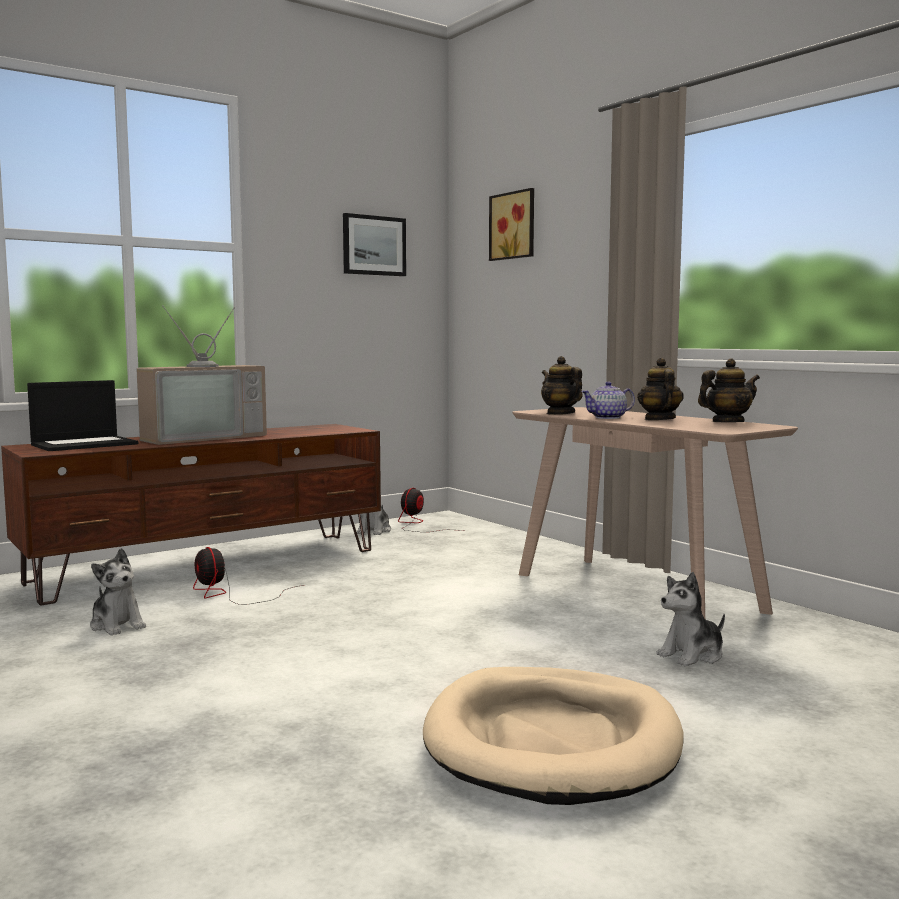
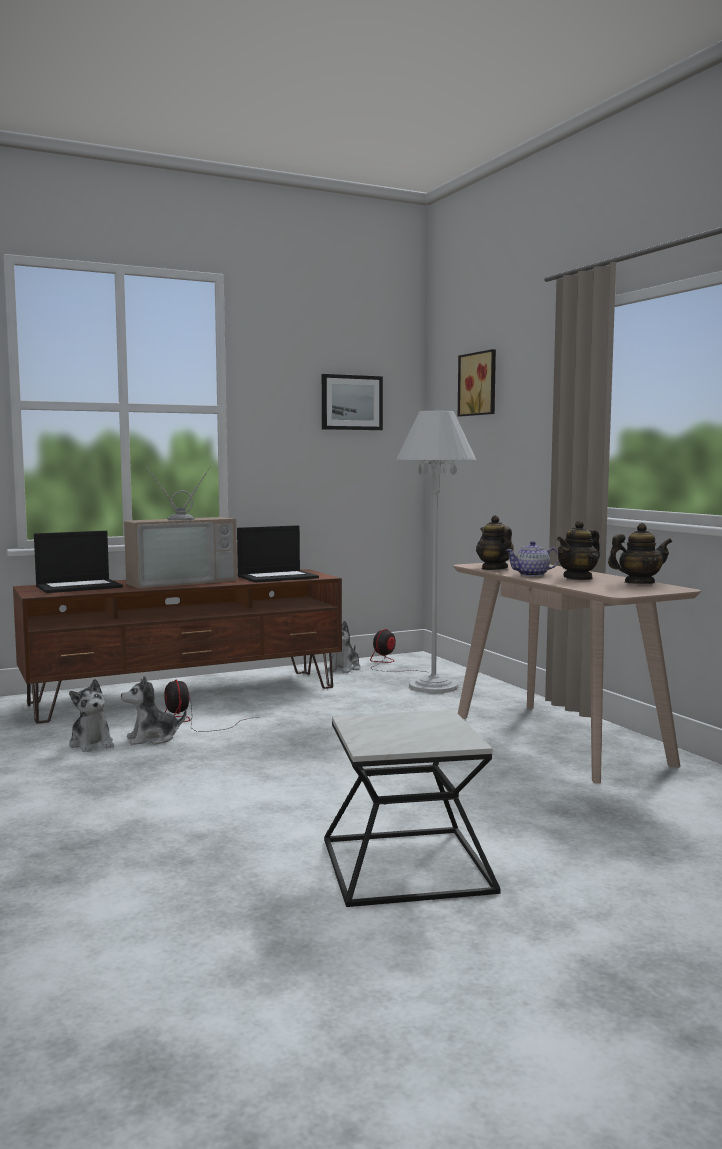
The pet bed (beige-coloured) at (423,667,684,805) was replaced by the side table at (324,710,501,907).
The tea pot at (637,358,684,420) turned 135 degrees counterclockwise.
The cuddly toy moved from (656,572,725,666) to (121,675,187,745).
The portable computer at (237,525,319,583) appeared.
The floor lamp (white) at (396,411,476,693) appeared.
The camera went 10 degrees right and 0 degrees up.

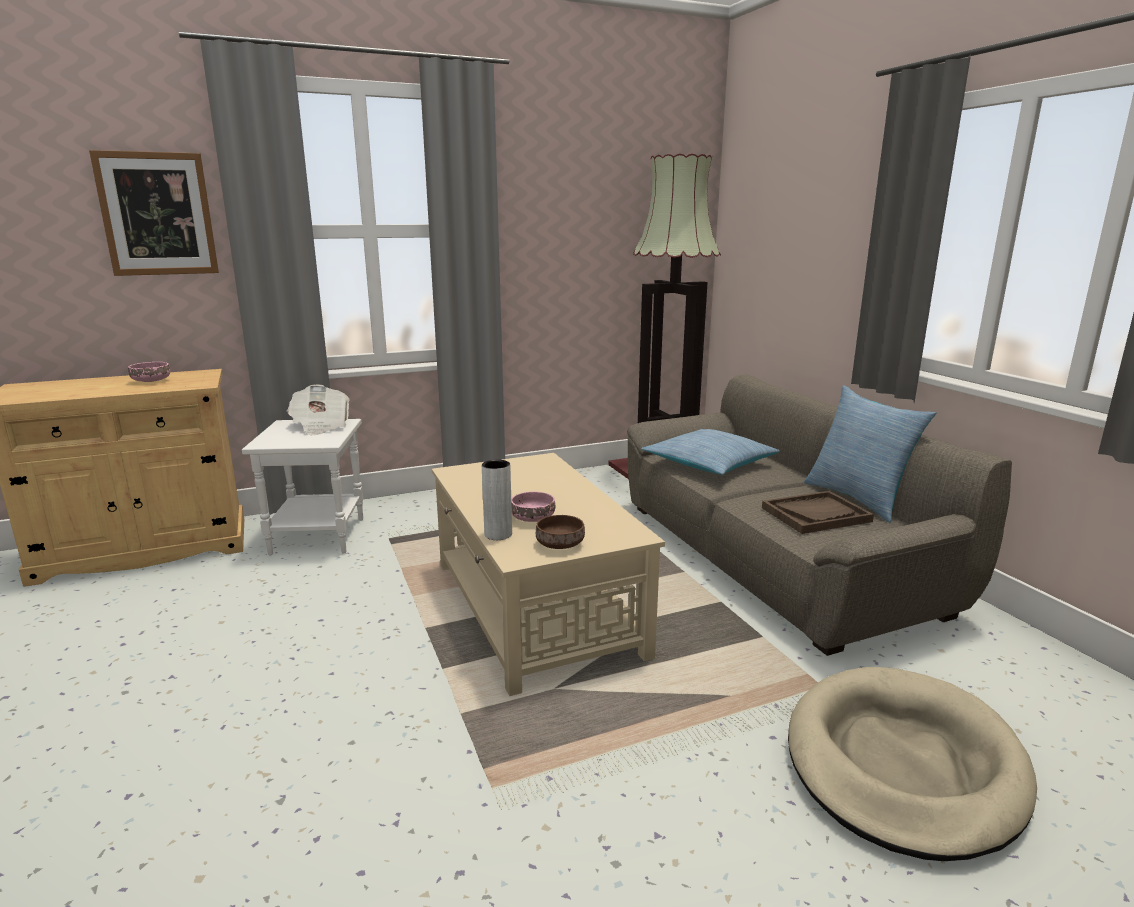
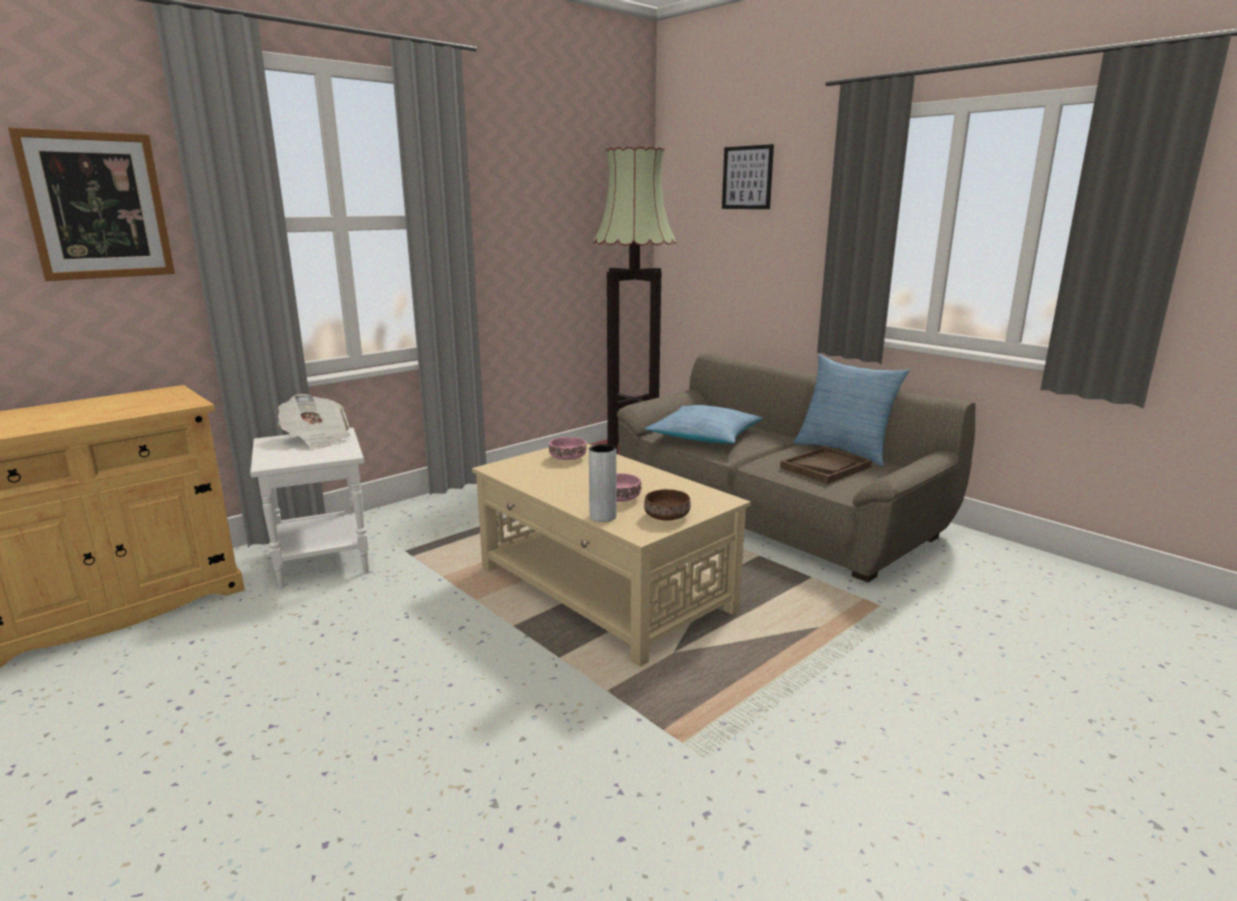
The deep dish (pink-coloured) moved from (128,362,170,382) to (549,437,587,460).
The pet bed (beige-coloured) at (788,667,1037,861) disappeared.
The wall art at (722,144,774,209) appeared.
The camera went 20 degrees left and 0 degrees up.

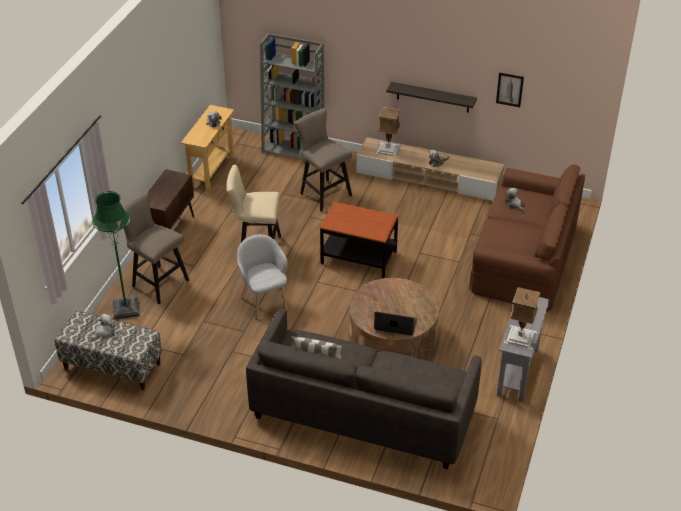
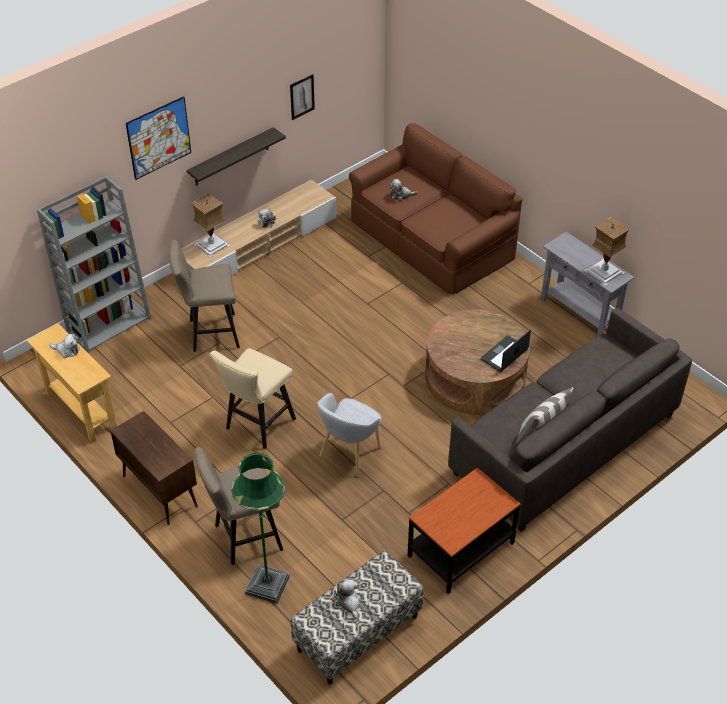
The lounge chair (grey) at (237,234,288,319) turned 60 degrees counterclockwise.
The side table moved from (320,202,399,278) to (408,468,521,594).
The wall art at (126,96,191,180) appeared.
The camera went 60 degrees left and 5 degrees up.

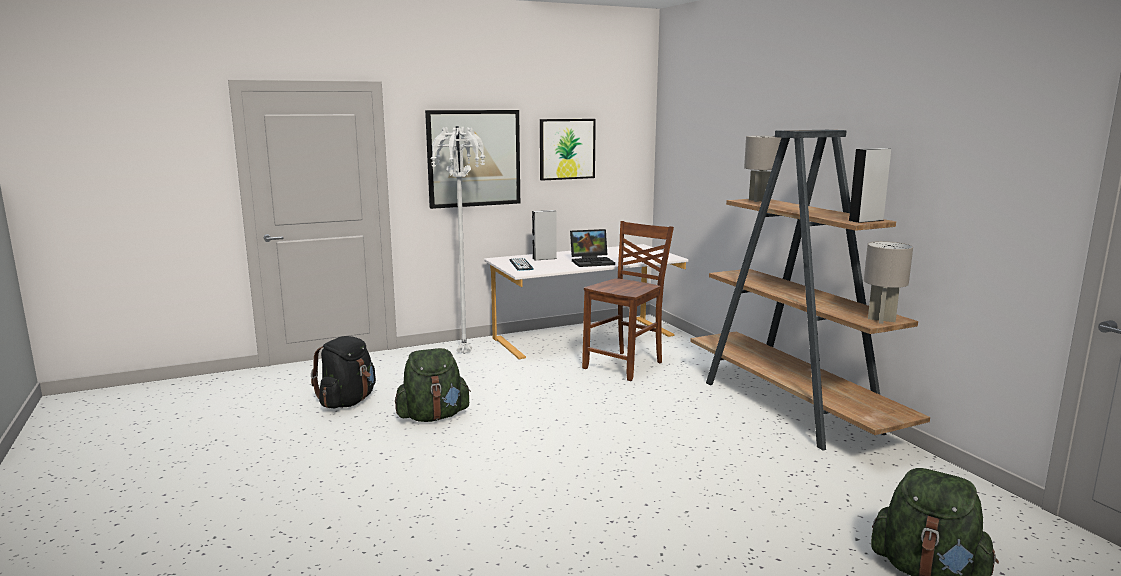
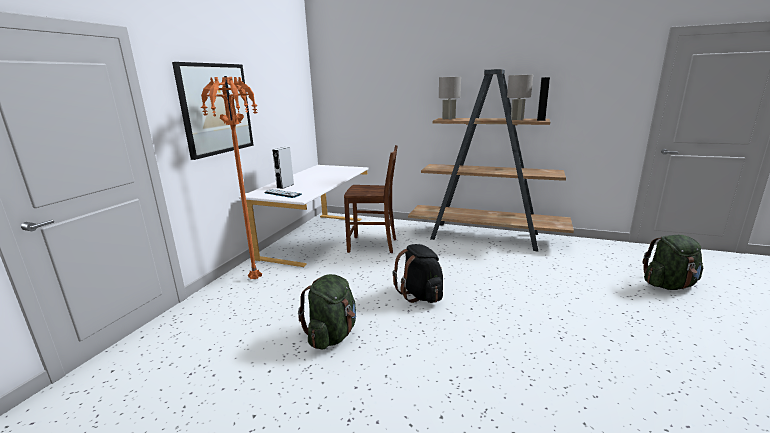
The backpack (black-coloured) moved from (311,336,376,408) to (392,244,443,303).
The floor lamp (white) at (431,126,486,354) became the floor lamp (orange-coloured) at (201,76,262,279).
The wall art at (540,119,596,181) disappeared.
The portable computer at (570,229,615,267) disappeared.
The upright chair (brown-coloured) at (582,221,674,381) turned 105 degrees clockwise.
The tabletop lamp (grey) moved from (864,241,913,324) to (507,75,533,120).
The camera went 45 degrees left and 5 degrees up.

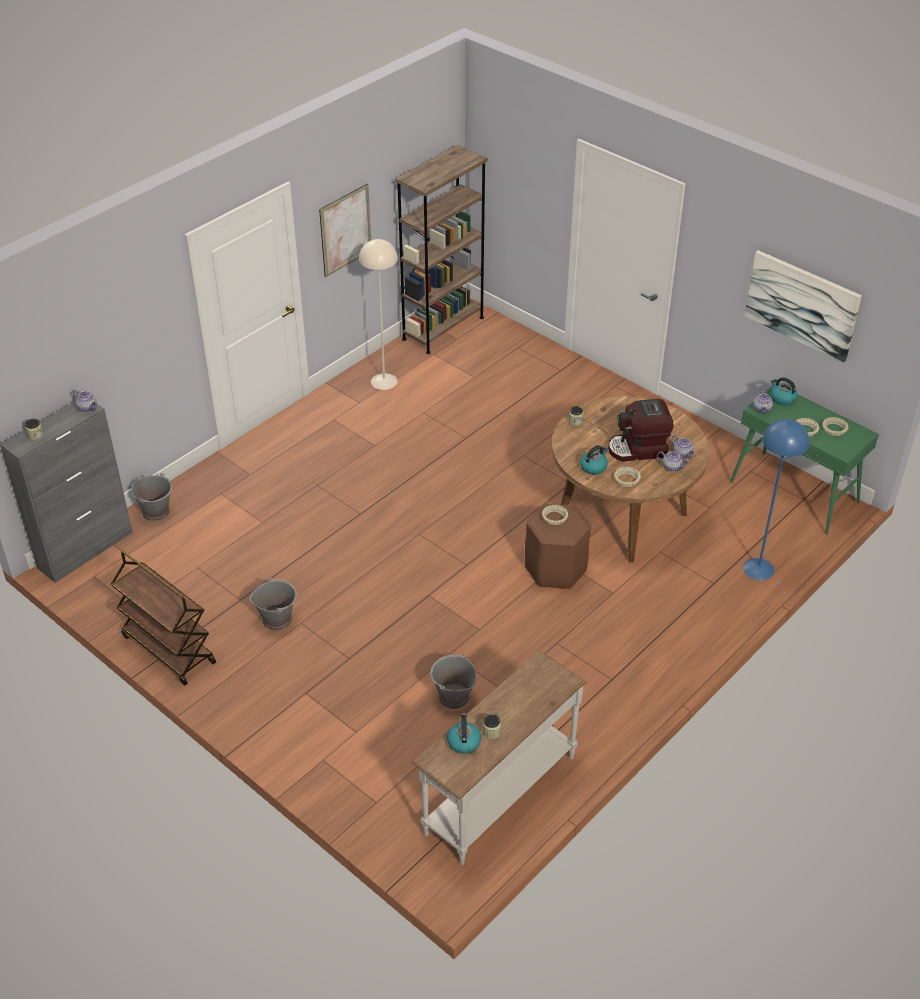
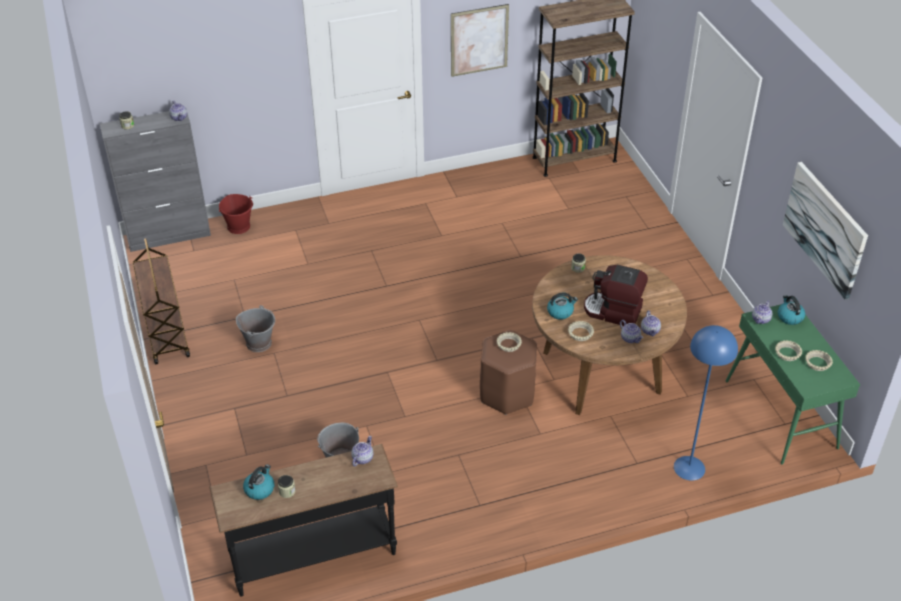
The bucket (grey) at (132,473,172,522) became the bucket (reddish) at (219,194,253,234).
The floor lamp (beige-coloured) at (359,239,398,390) disappeared.
The narrow table (white) at (412,650,586,865) became the narrow table (black-coloured) at (209,444,398,596).
The tea pot at (351,436,374,466) appeared.
The camera went 30 degrees right and 0 degrees up.

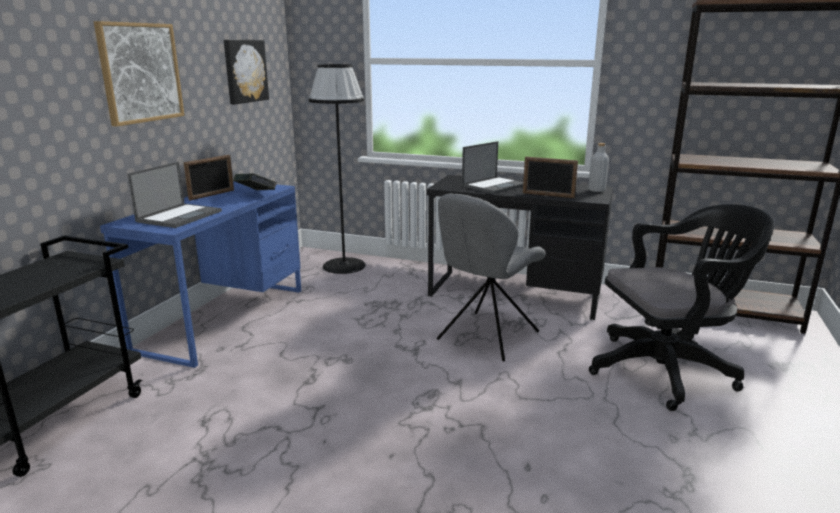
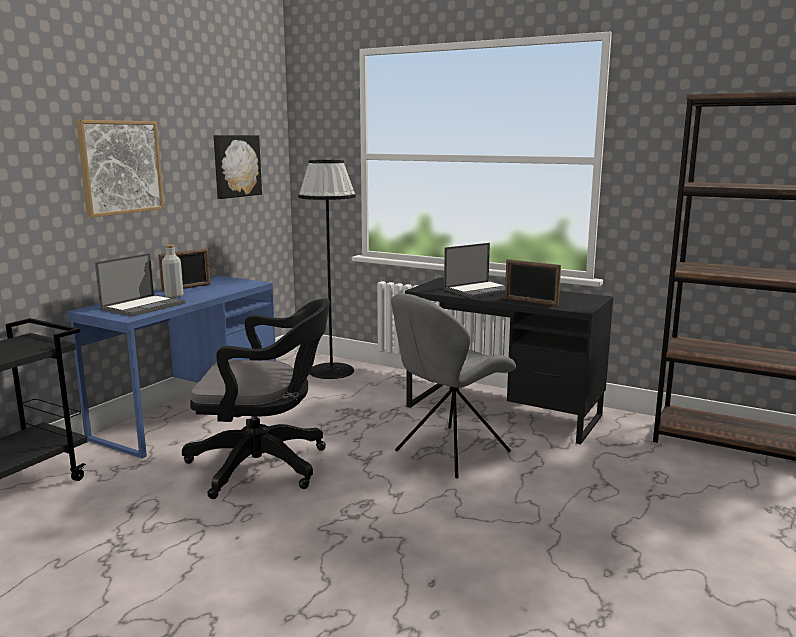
The book at (233,173,277,190) disappeared.
The bottle (grey) moved from (588,143,609,192) to (162,245,184,298).
The desk chair (black-coloured) moved from (589,204,775,411) to (182,298,330,499).
The camera went 10 degrees right and 5 degrees down.

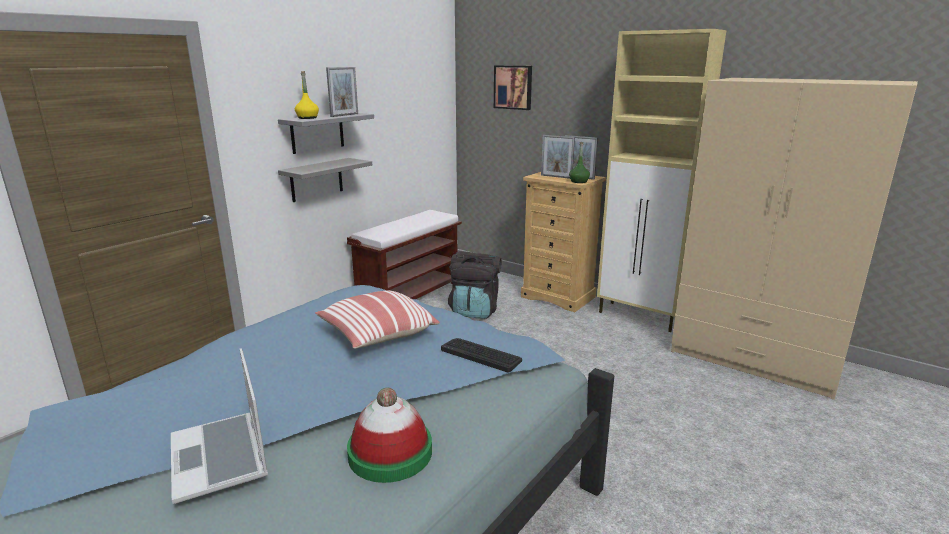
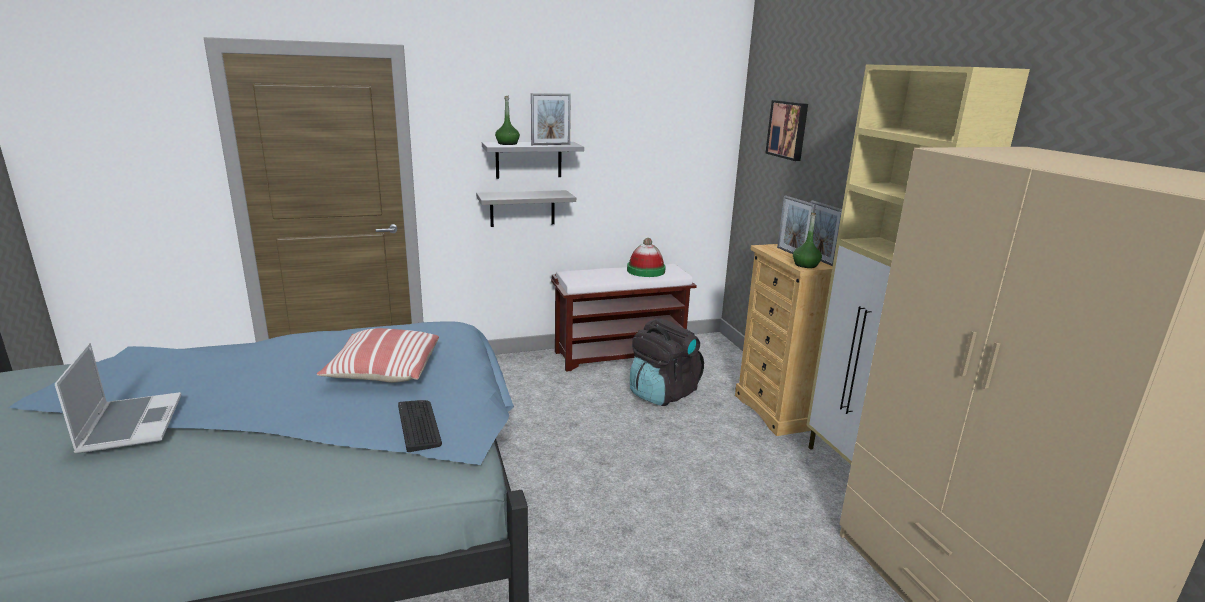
The portable computer at (171,348,268,504) turned 150 degrees clockwise.
The bottle (yellow) at (295,71,319,119) became the bottle (greenish) at (495,96,520,145).
The clothing hat moved from (347,388,432,483) to (627,238,666,277).
The camera went 35 degrees right and 0 degrees up.

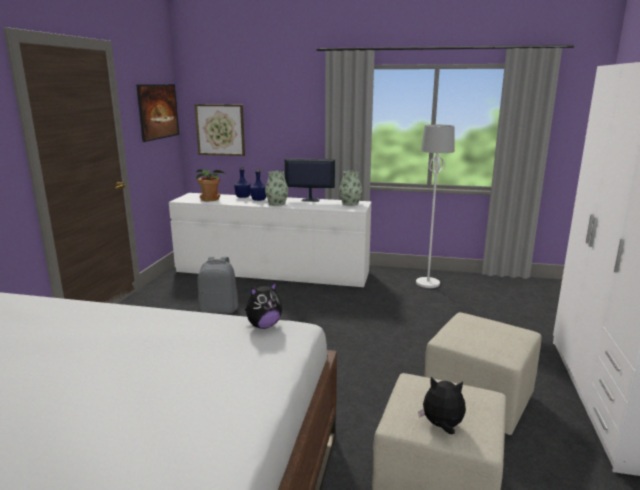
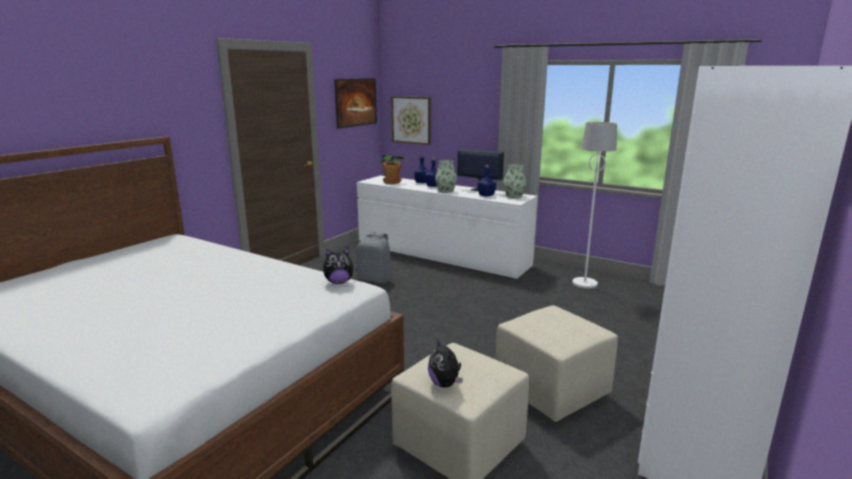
The cuddly toy at (418,377,466,434) turned 150 degrees counterclockwise.
The bottle (bluish) at (478,165,496,196) appeared.
The camera went 20 degrees right and 0 degrees up.

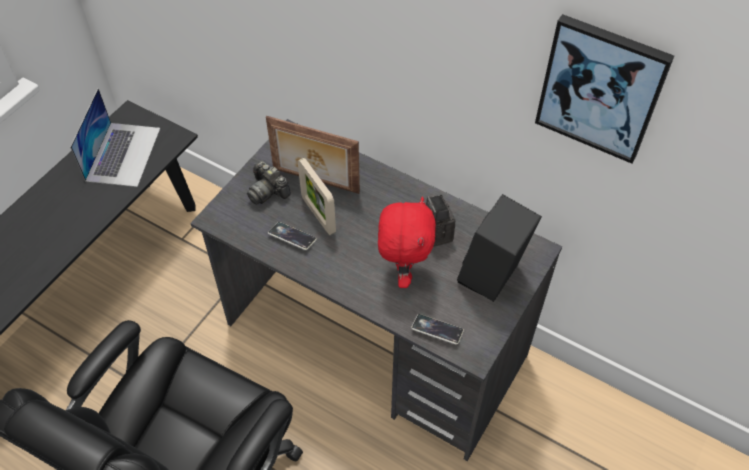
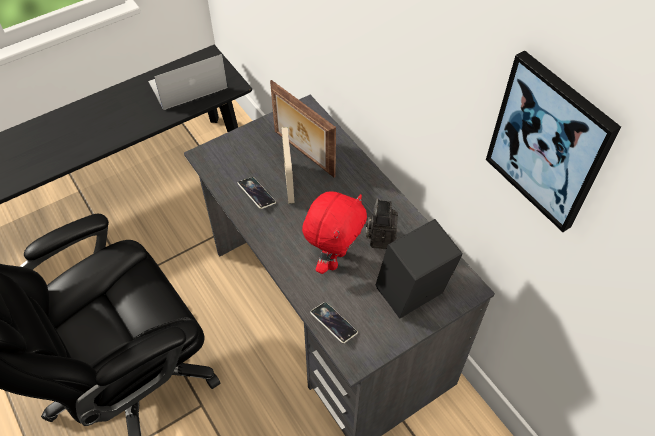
The portable computer at (70,88,160,187) turned 150 degrees counterclockwise.
The still camera at (247,160,291,205) disappeared.
The camera went 25 degrees right and 0 degrees up.

